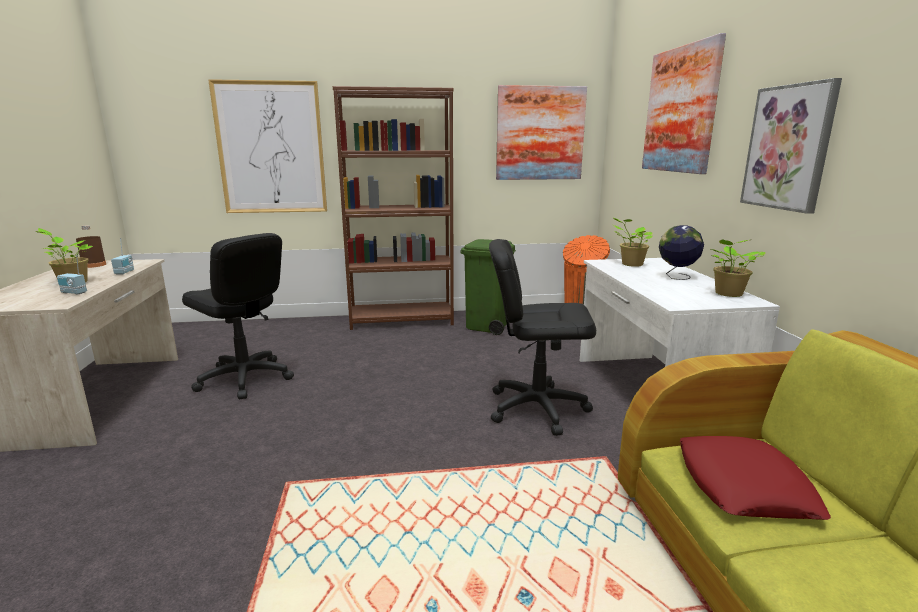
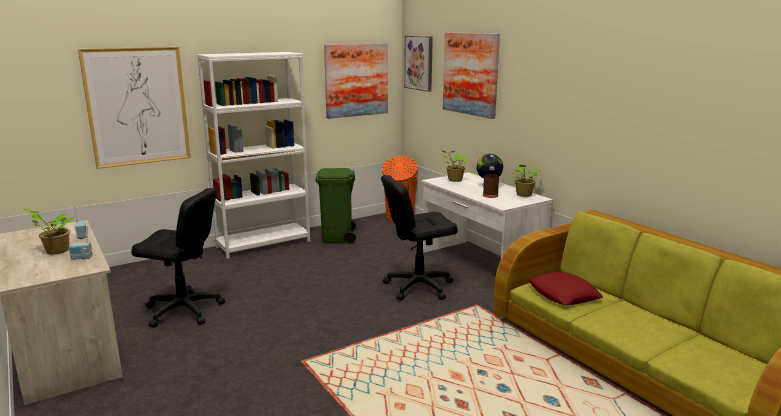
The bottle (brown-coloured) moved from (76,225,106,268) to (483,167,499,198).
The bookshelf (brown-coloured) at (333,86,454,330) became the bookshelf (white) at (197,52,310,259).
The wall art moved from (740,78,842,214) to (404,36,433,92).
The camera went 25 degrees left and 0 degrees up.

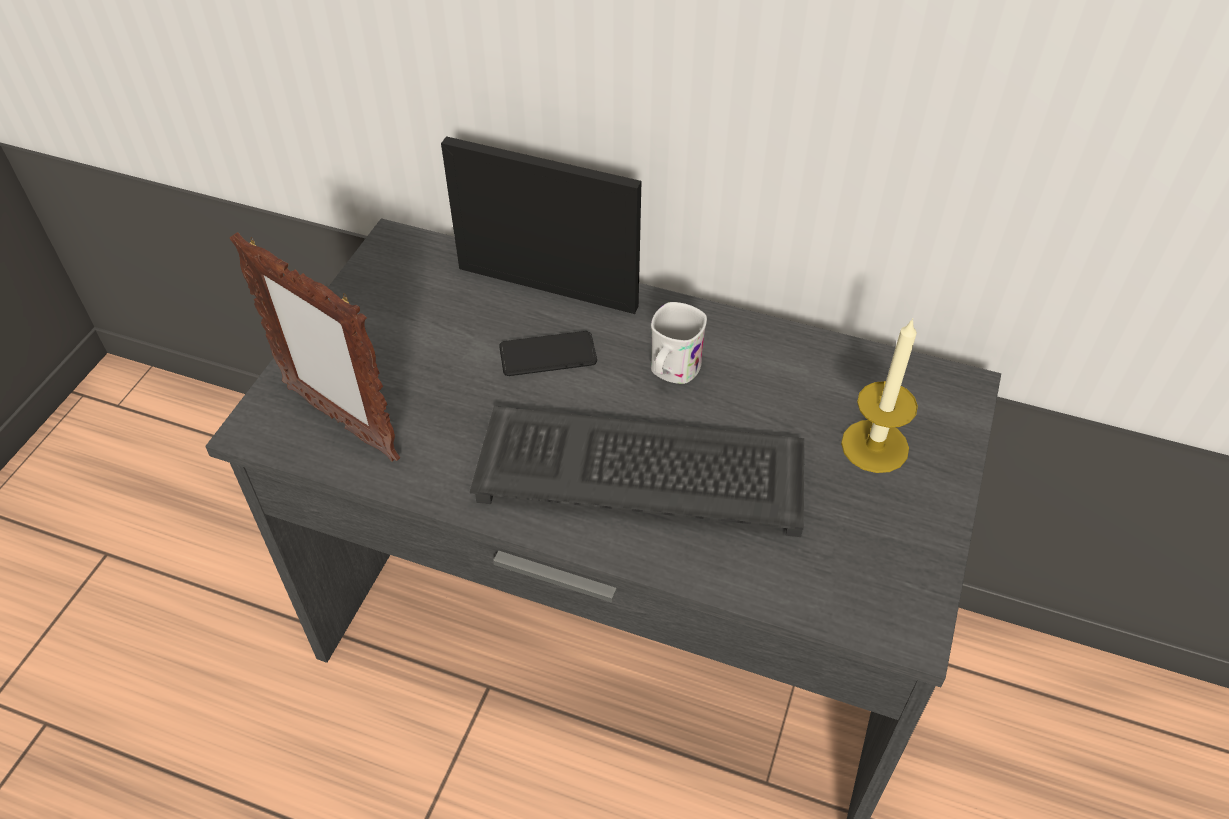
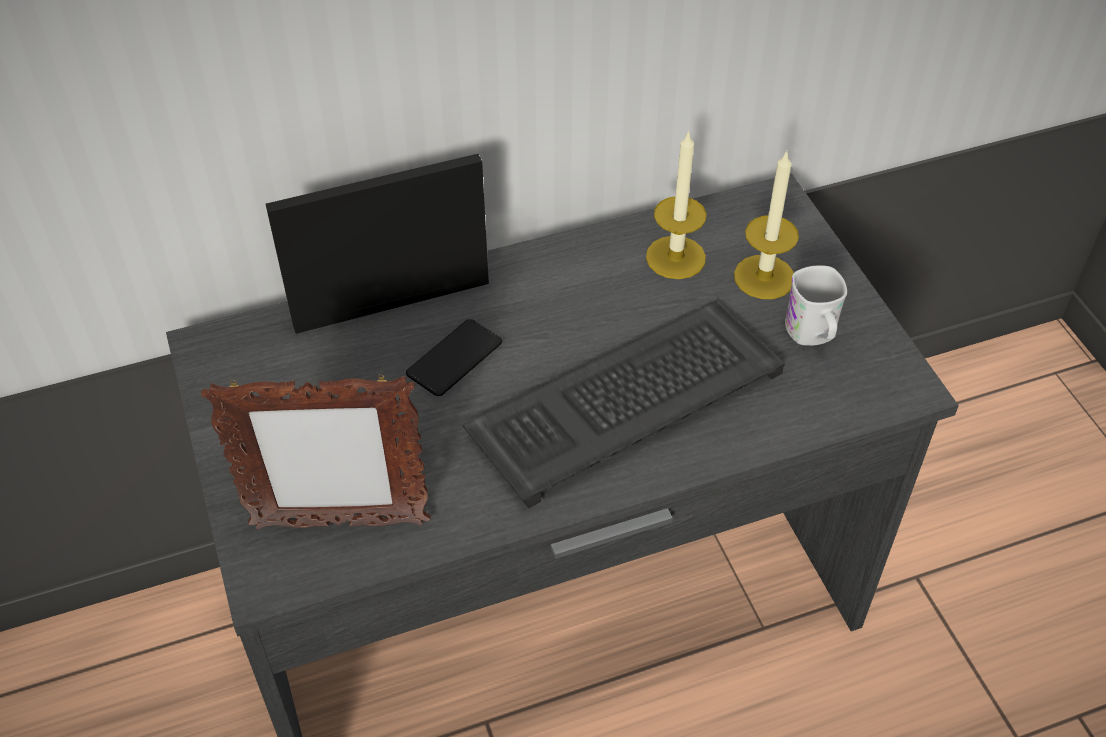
The mug (white) moved from (651,302,707,384) to (785,265,847,346).
The wax candle at (646,130,707,279) appeared.
The camera went 40 degrees left and 0 degrees up.

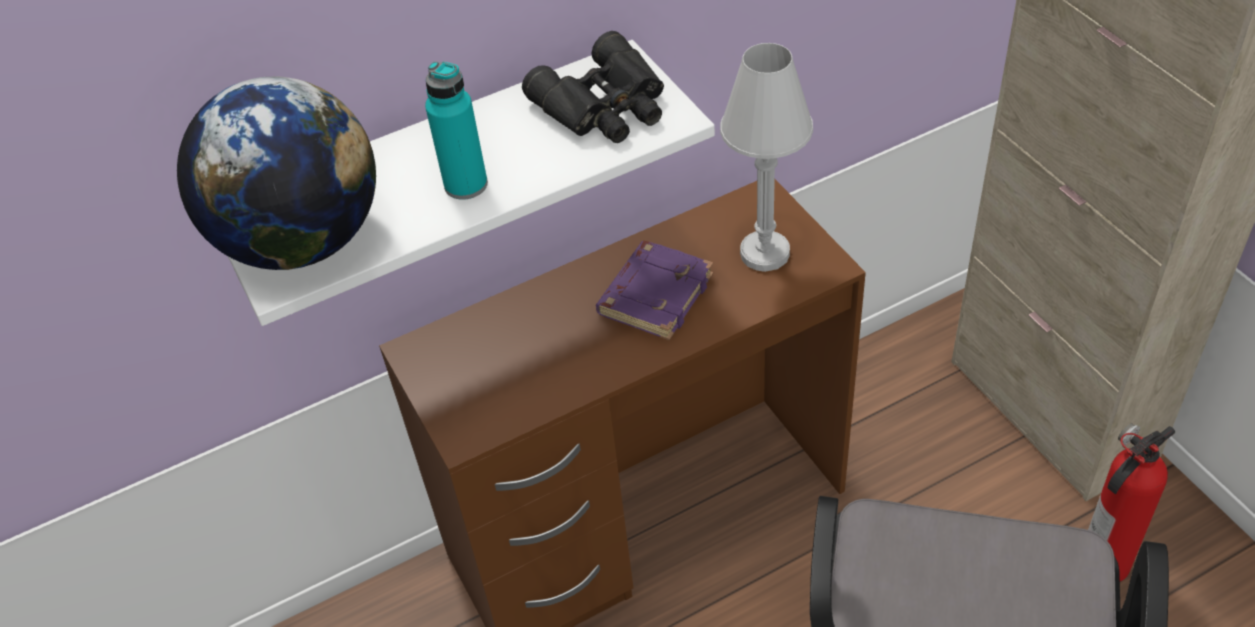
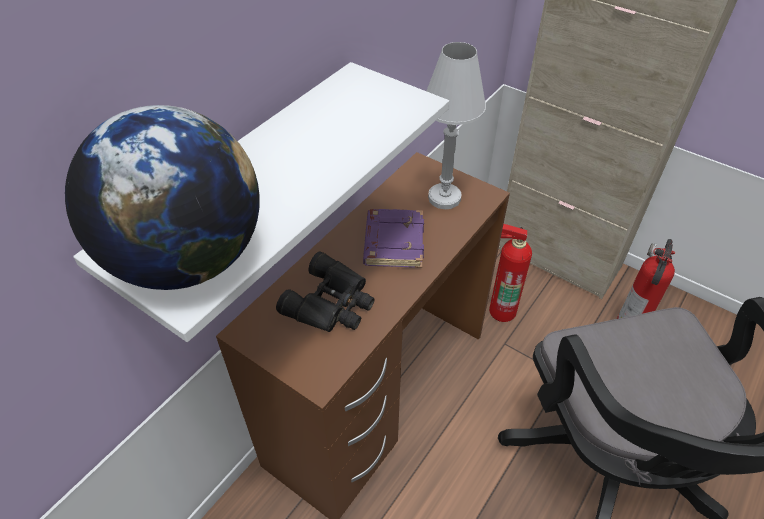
The bottle (turquoise-coloured) at (425,61,488,200) disappeared.
The binoculars (black-coloured) moved from (522,31,664,143) to (276,251,375,332).
The fire-fighting cylinder at (489,224,532,322) appeared.
The camera went 30 degrees left and 0 degrees up.

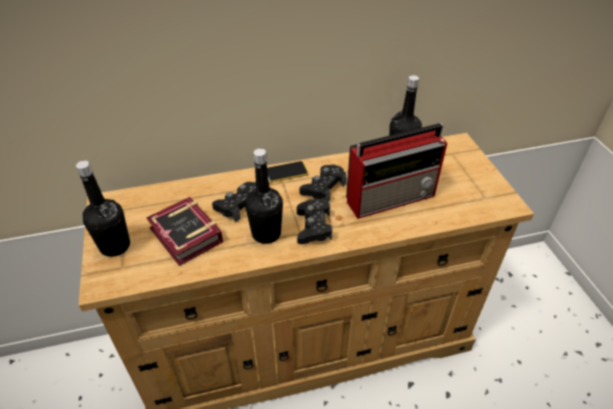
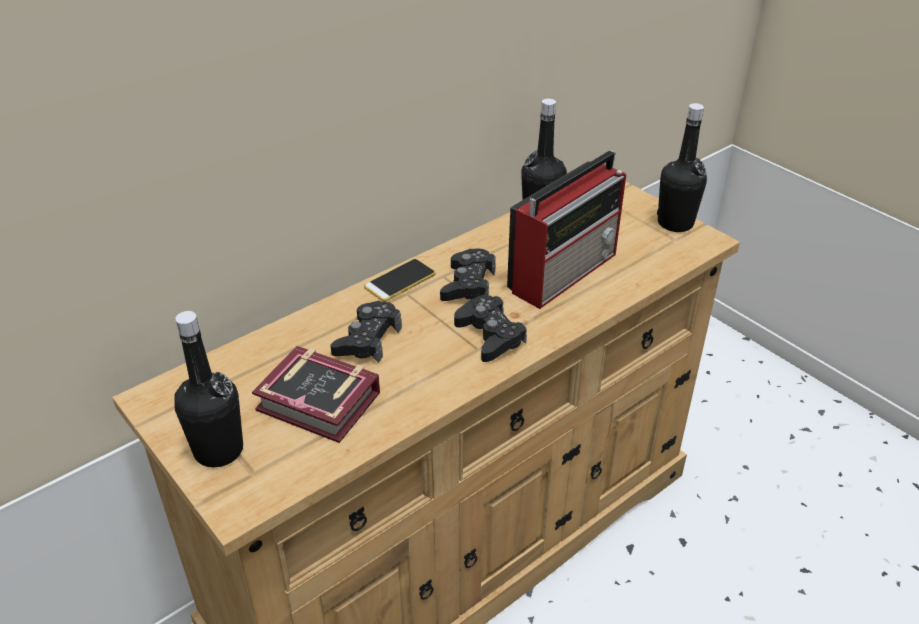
The bottle (black-coloured) moved from (245,149,283,244) to (657,103,707,232).
The camera went 25 degrees left and 5 degrees down.

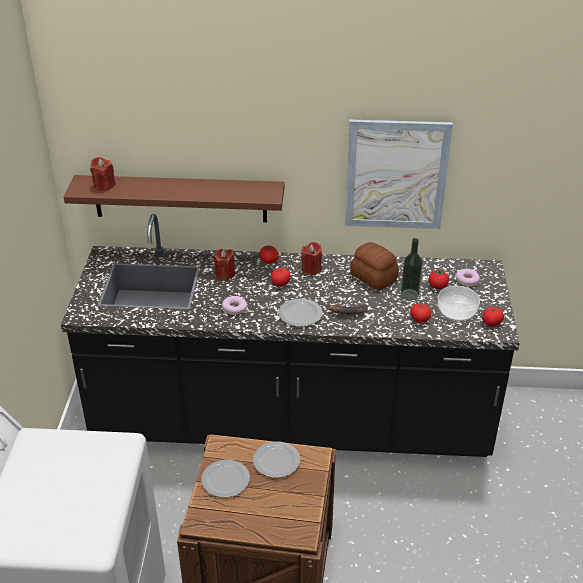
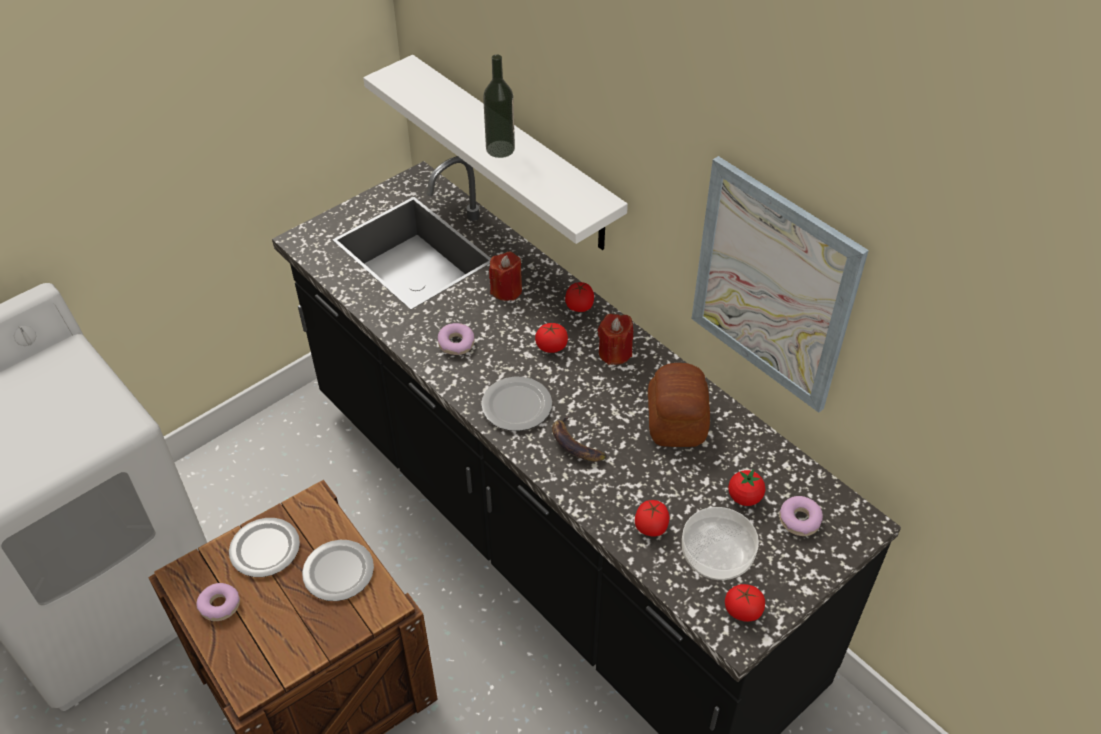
The shelf (brown-coloured) at (64,175,285,222) became the shelf (white) at (363,55,628,250).
The wax candle (reddish) at (90,157,116,191) disappeared.
The bottle moved from (401,238,423,300) to (483,54,515,158).
The ring doughnut at (196,583,240,621) appeared.
The camera went 45 degrees right and 10 degrees up.

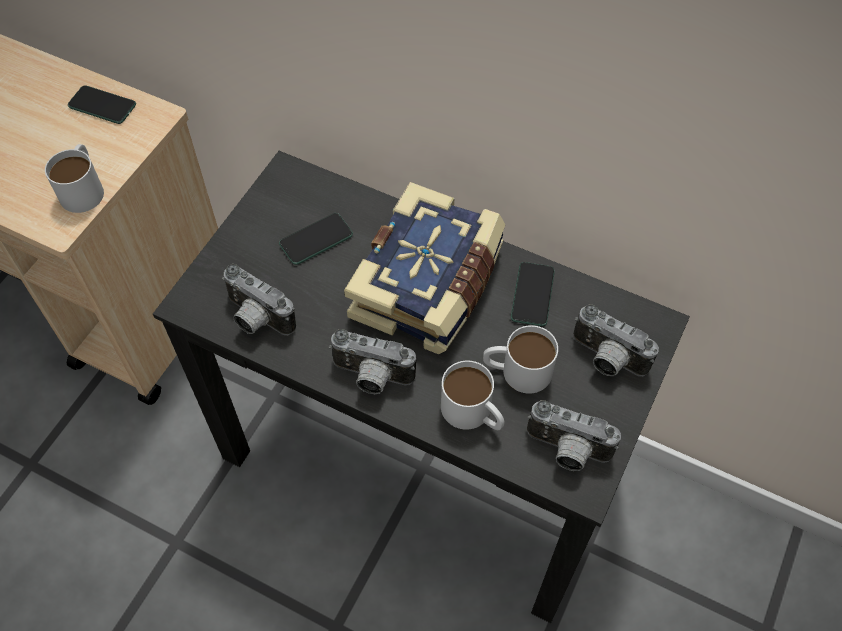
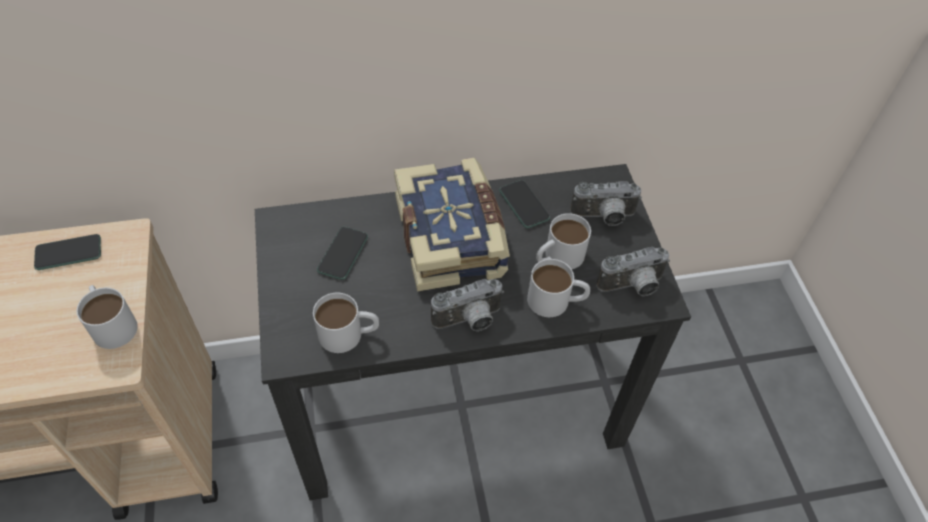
The still camera at (222,264,296,335) was replaced by the mug (white) at (313,293,379,353).
The camera went 40 degrees left and 5 degrees down.

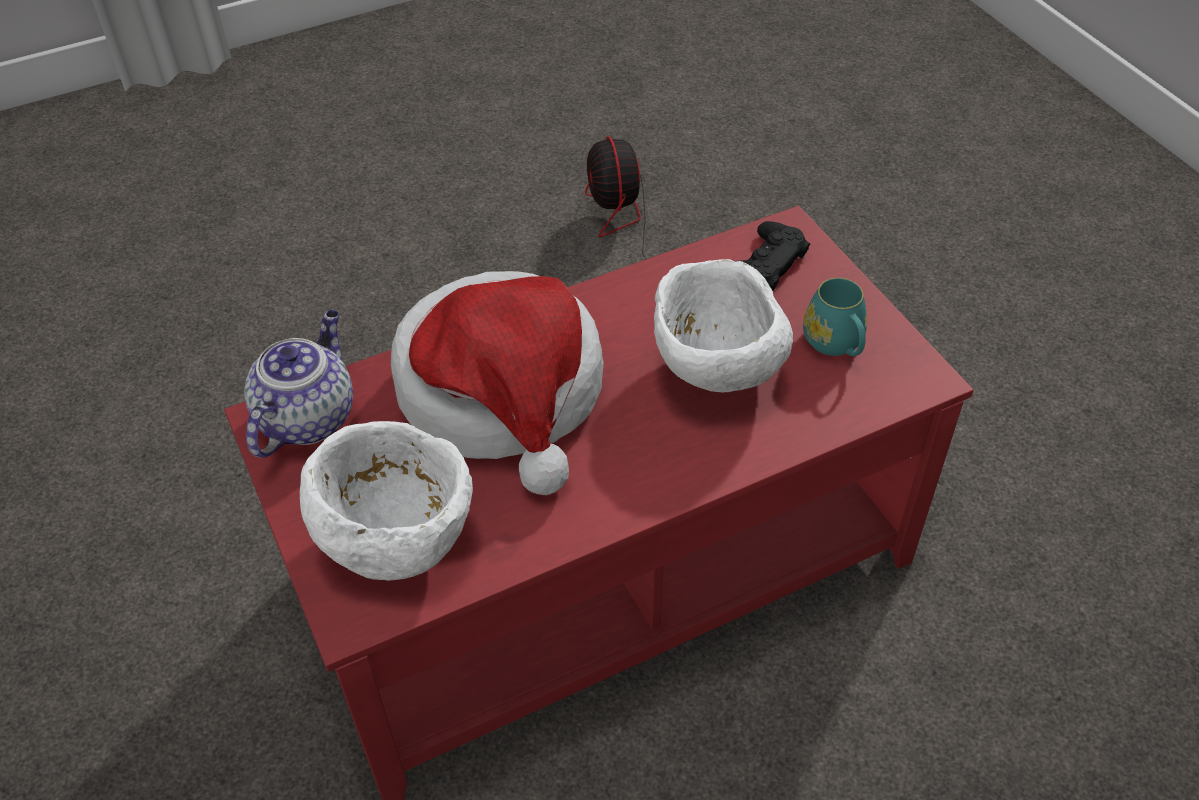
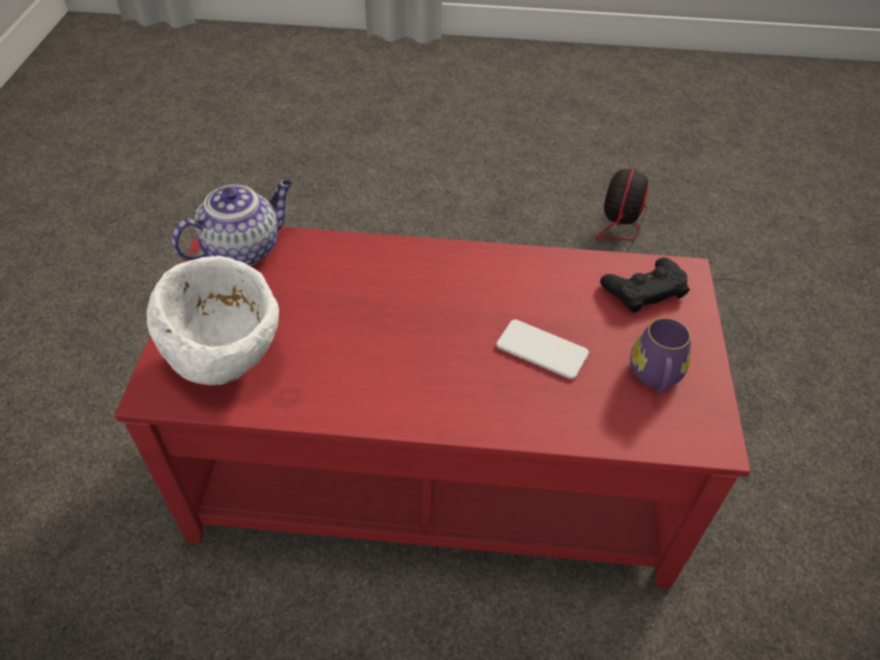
The clothing hat at (391,271,604,495) disappeared.
The deep dish (white) at (654,259,793,392) was replaced by the phone at (496,319,589,379).
The mug (turquoise-coloured) at (803,278,867,356) became the mug (purple) at (630,318,691,392).
The camera went 30 degrees right and 0 degrees up.

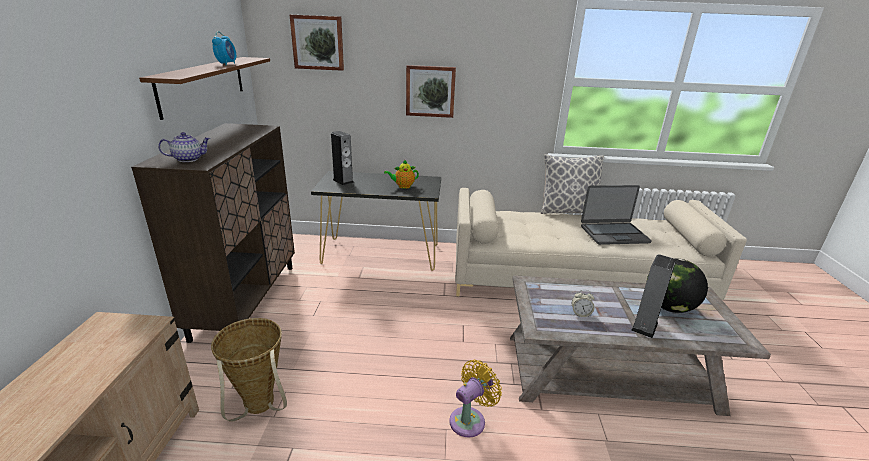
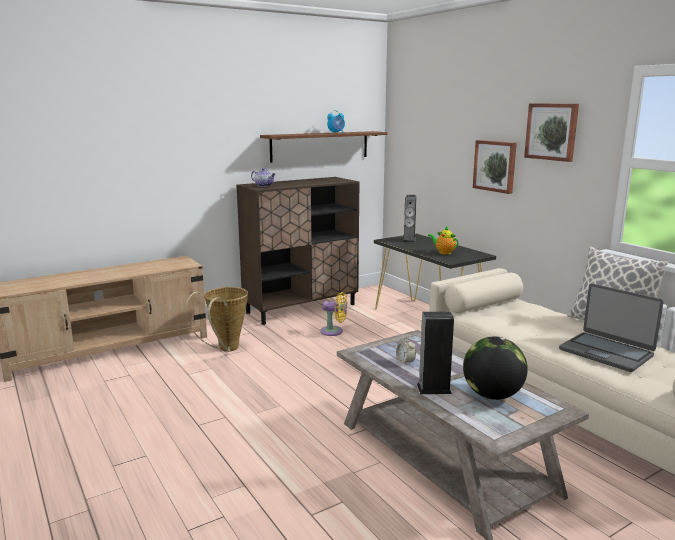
The wall art moved from (290,15,344,71) to (524,104,579,162).
The cooling fan (yellow) moved from (449,360,502,438) to (320,292,348,336).
The camera went 55 degrees right and 10 degrees down.

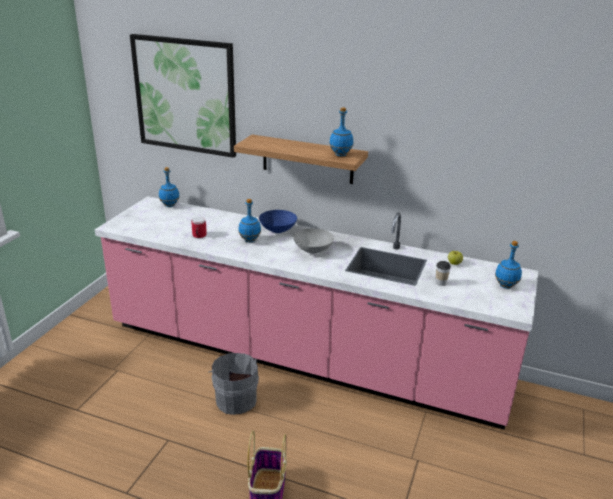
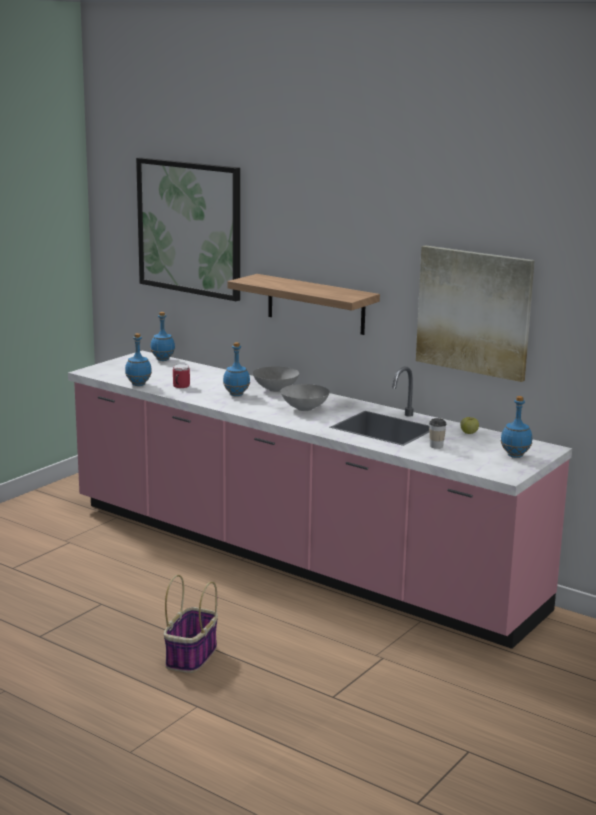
The bucket (grey) at (208,353,259,415) disappeared.
The deep dish (bluish) at (259,210,297,233) became the deep dish (grey) at (253,366,299,392).
The bottle (bluish) moved from (329,107,353,156) to (125,333,152,386).
The wall art at (416,245,535,382) appeared.
The camera went 15 degrees right and 10 degrees down.

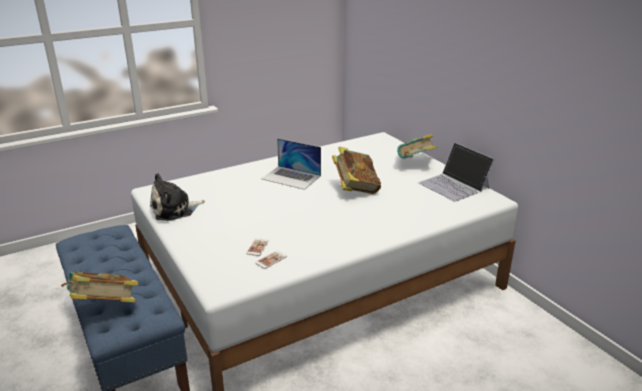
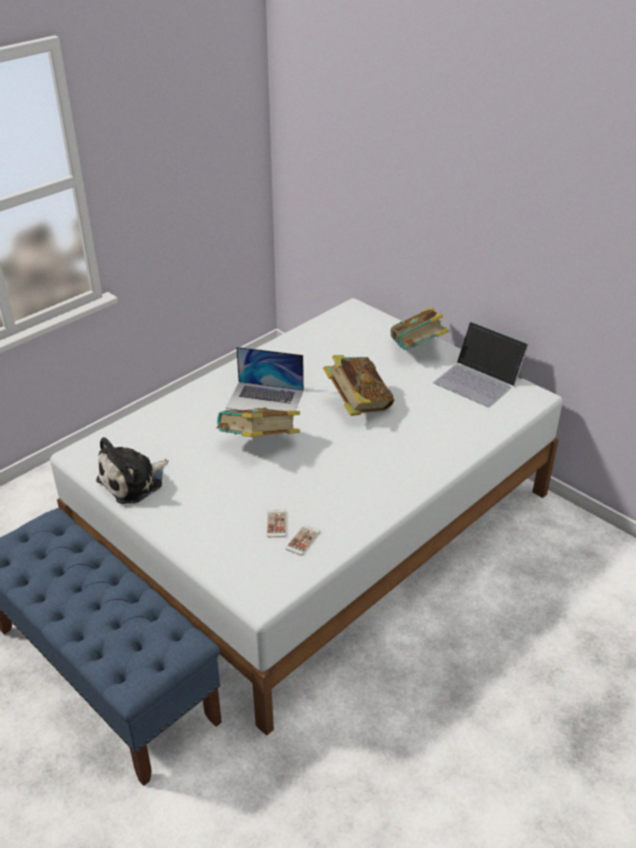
The book moved from (61,271,139,303) to (217,408,300,437).
The camera went 15 degrees left and 10 degrees up.

